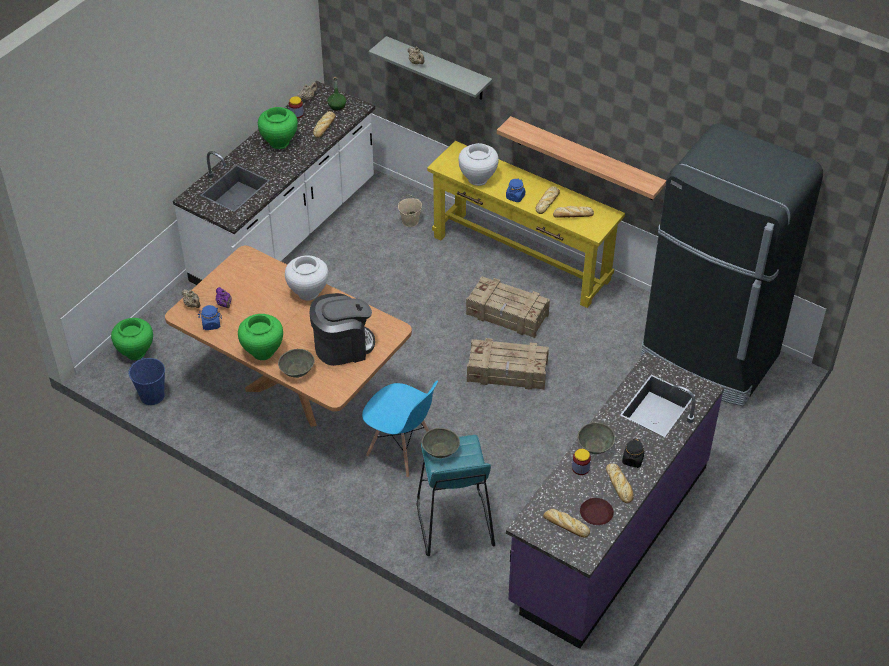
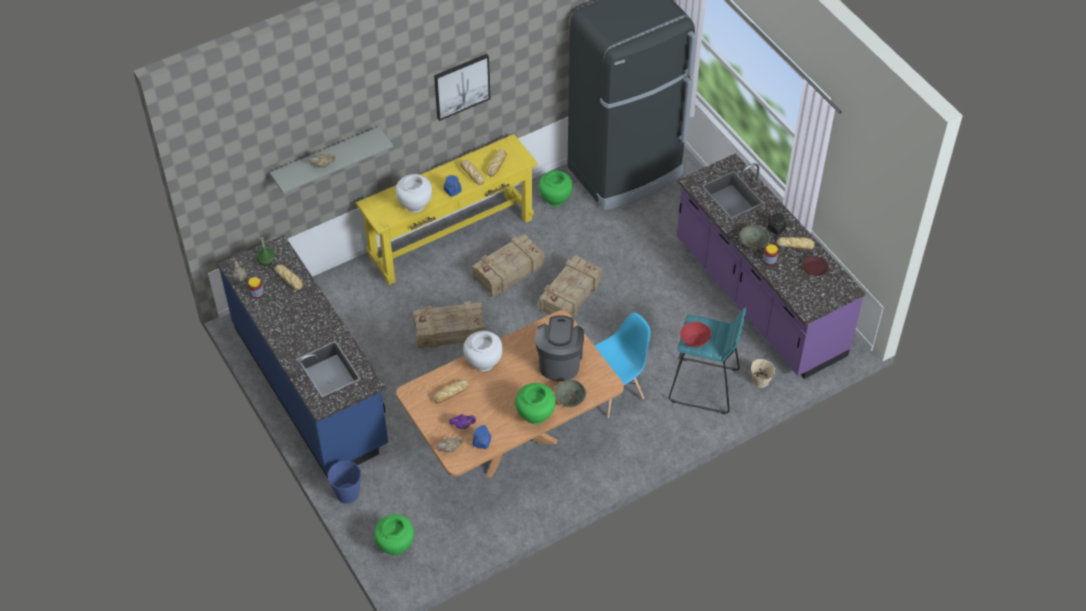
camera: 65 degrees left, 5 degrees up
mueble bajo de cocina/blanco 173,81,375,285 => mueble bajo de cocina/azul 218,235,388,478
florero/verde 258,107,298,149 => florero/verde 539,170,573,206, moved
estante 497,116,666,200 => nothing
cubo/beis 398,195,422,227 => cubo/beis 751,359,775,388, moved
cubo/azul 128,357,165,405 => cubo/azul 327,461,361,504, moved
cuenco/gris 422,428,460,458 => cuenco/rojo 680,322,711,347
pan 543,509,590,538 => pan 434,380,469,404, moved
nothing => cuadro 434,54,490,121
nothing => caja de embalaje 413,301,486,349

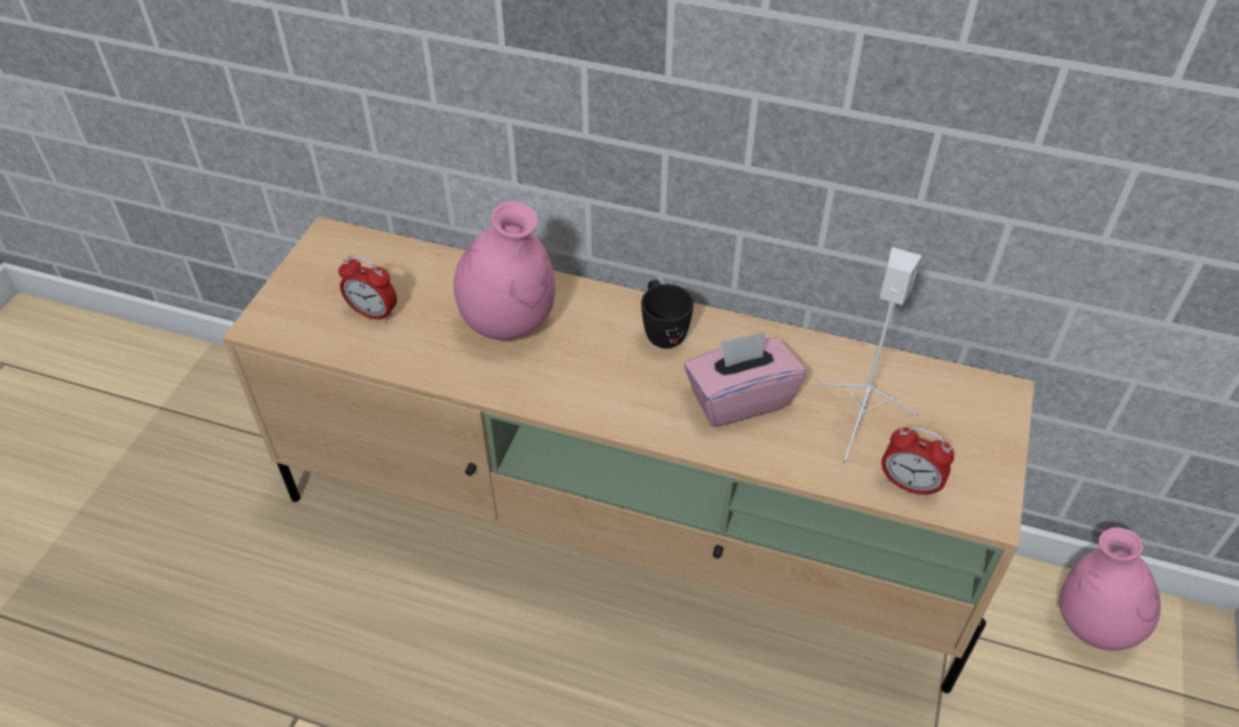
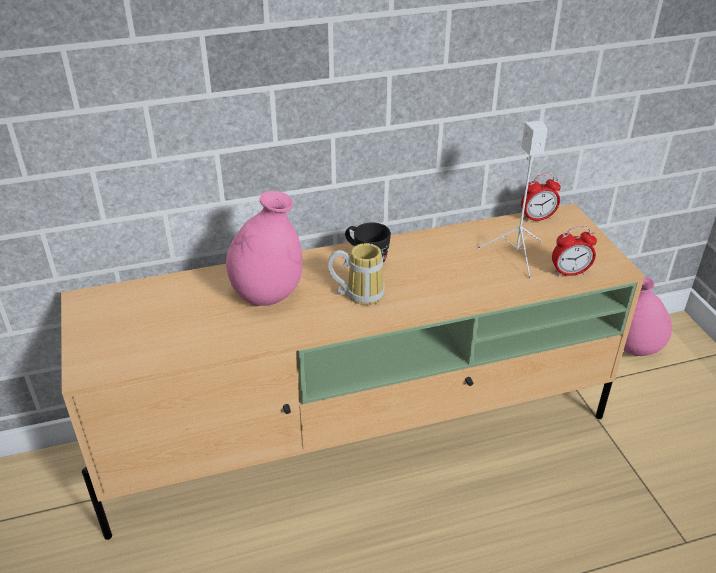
camera: 35 degrees left, 10 degrees down
despertador 338,255,397,322 => despertador 521,174,561,222, moved
caja de pañuelos/rosa 684,331,806,427 => nothing
nothing => taza grande 328,243,385,305

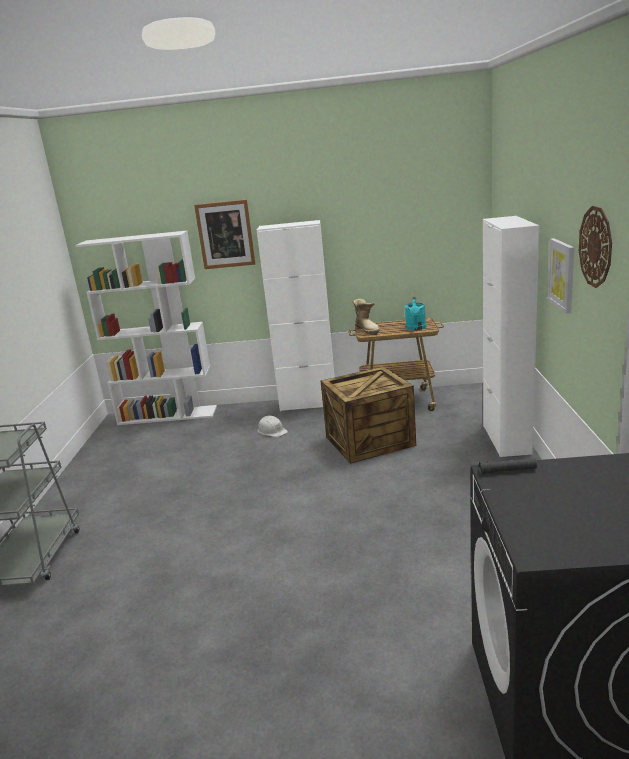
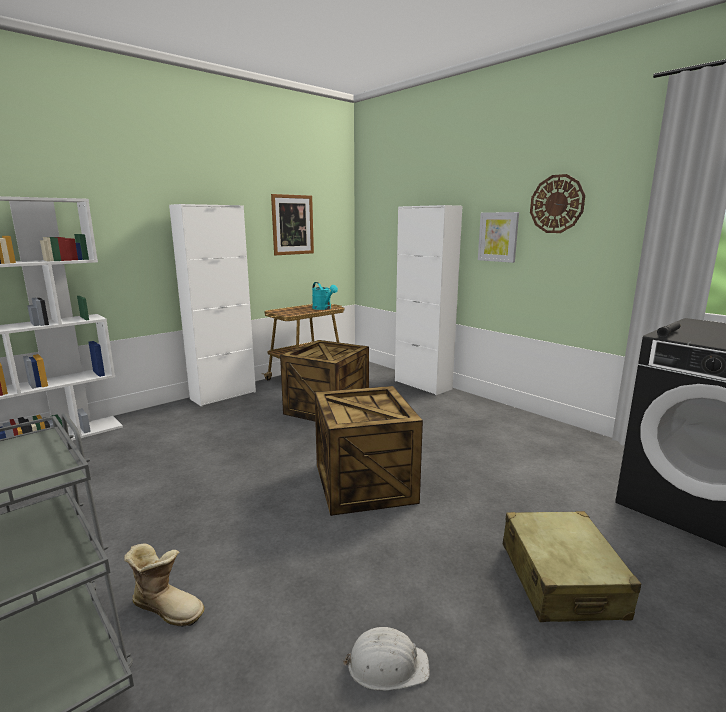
camera: 45 degrees left, 5 degrees down
cuadro 194,200,255,269 => cuadro 271,194,314,255, moved
bota 353,299,380,334 => bota 124,544,205,627, moved
casco/blanco 258,416,288,437 => casco/blanco 343,627,430,691, moved
nothing => caja de embalaje 315,386,423,516
nothing => maleta/beis 503,511,641,622

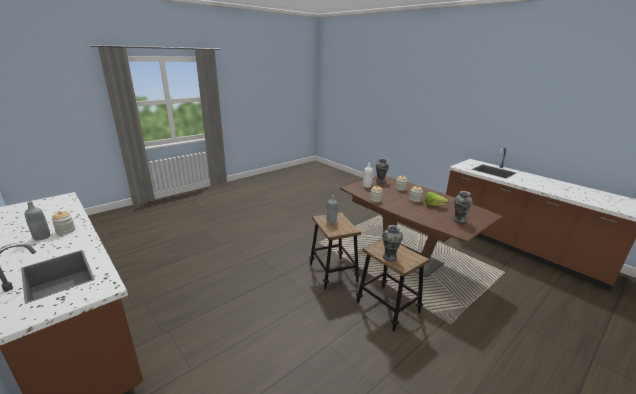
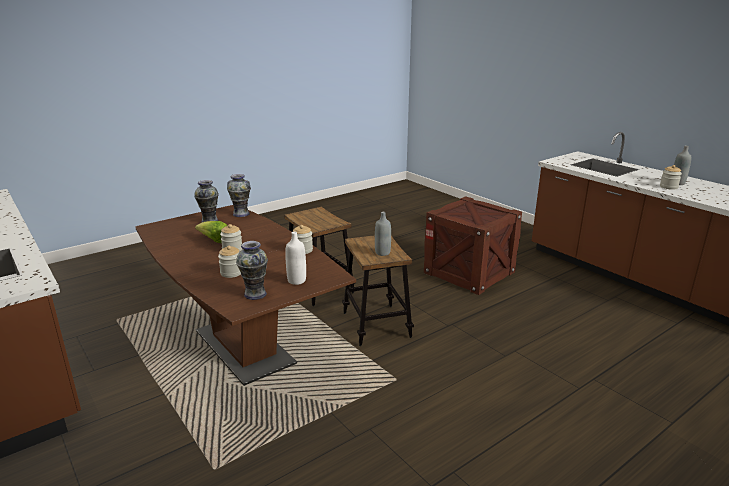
camera: 175 degrees left, 0 degrees up
florero 382,225,403,261 => florero 227,174,251,217, moved
nothing => caja de embalaje 424,196,522,295

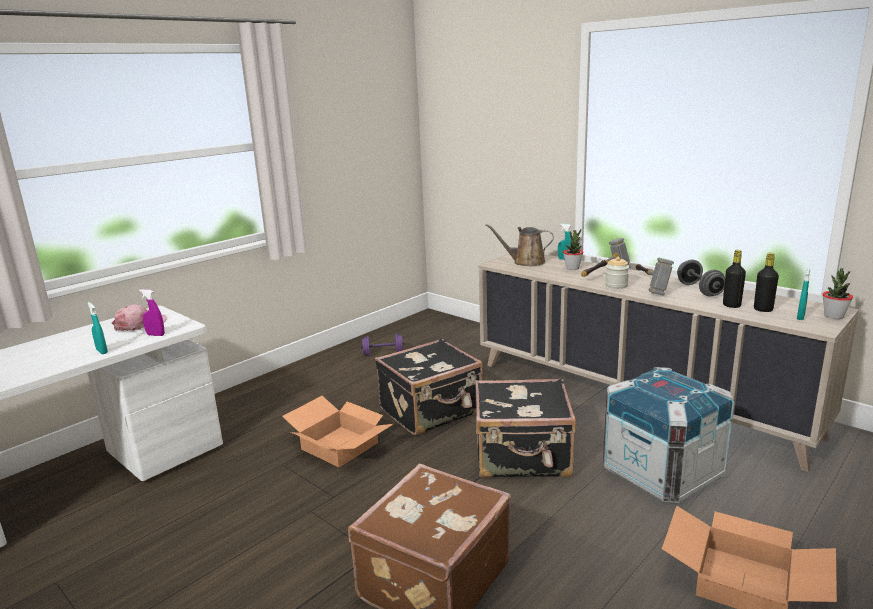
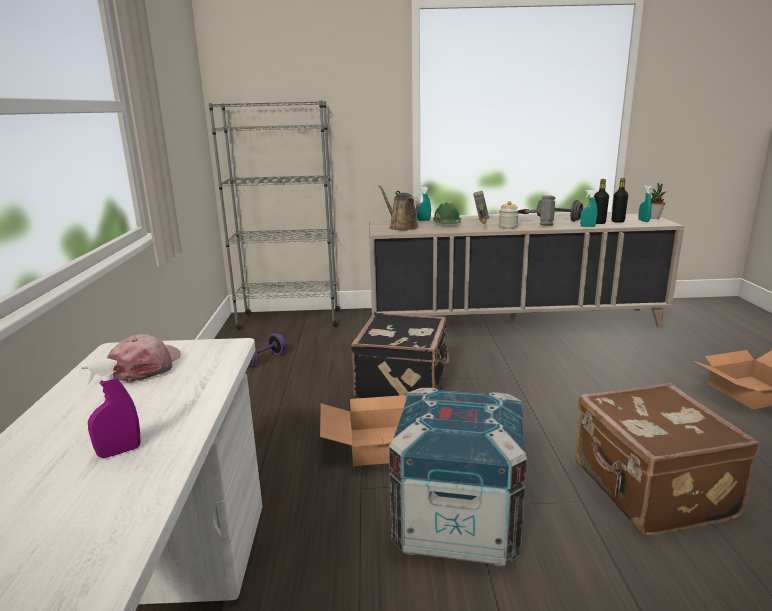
camera: 45 degrees left, 0 degrees up
regadera/marrón 485,224,554,266 => regadera/marrón 378,185,420,230, 90 degrees clockwise
planta en maceta 563,229,584,270 => casco/verde 433,203,461,224
pulverizador/morado 139,289,165,336 => pulverizador/morado 81,358,141,458, moved
pulverizador/turquesa 88,302,108,354 => pulverizador/turquesa 580,190,598,227, moved
caja de embalaje 603,367,735,504 => caja de embalaje 389,388,527,566, moved
maleta/negro 475,378,576,478 => nothing
nothing => estantería/gris 209,100,340,330

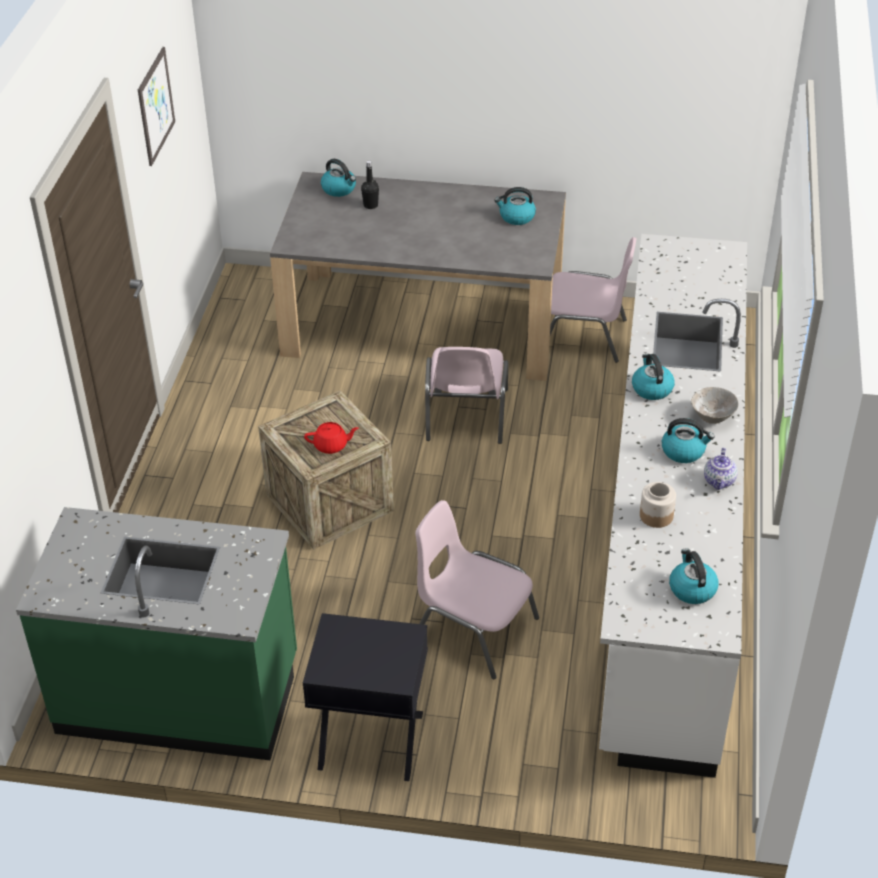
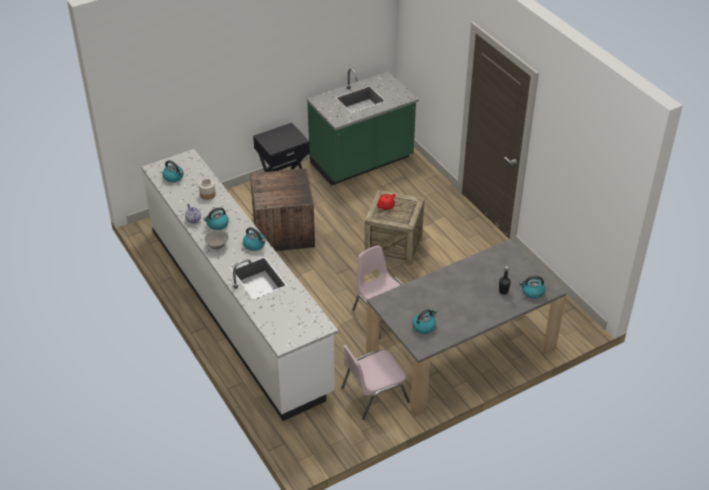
camera: 140 degrees right, 0 degrees up
cuadro 138,47,175,166 => nothing
silla/rosa 415,500,539,679 => caja de embalaje 250,168,315,251

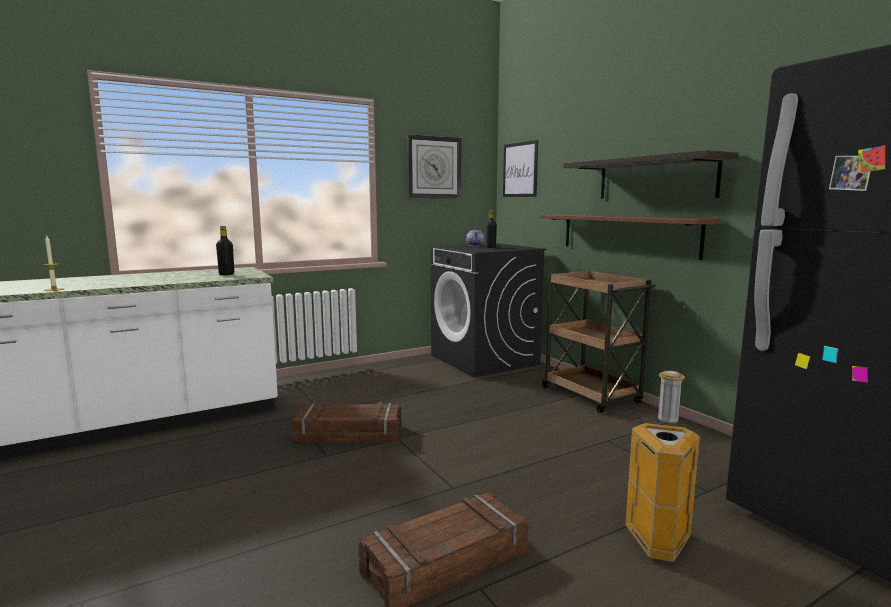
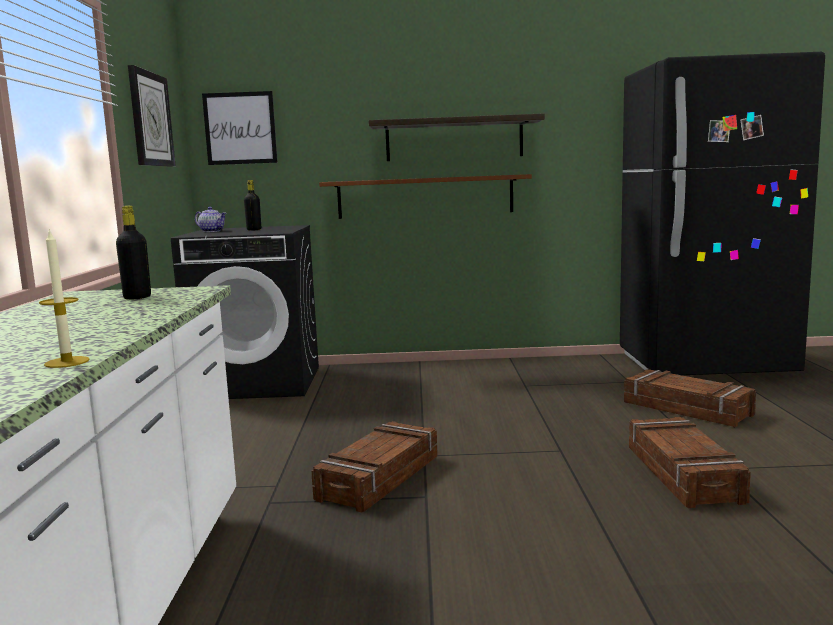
camera: 60 degrees left, 0 degrees up
carrito/marrón 540,270,656,413 => nothing
papelera 625,371,700,562 => caja de embalaje 624,369,756,427

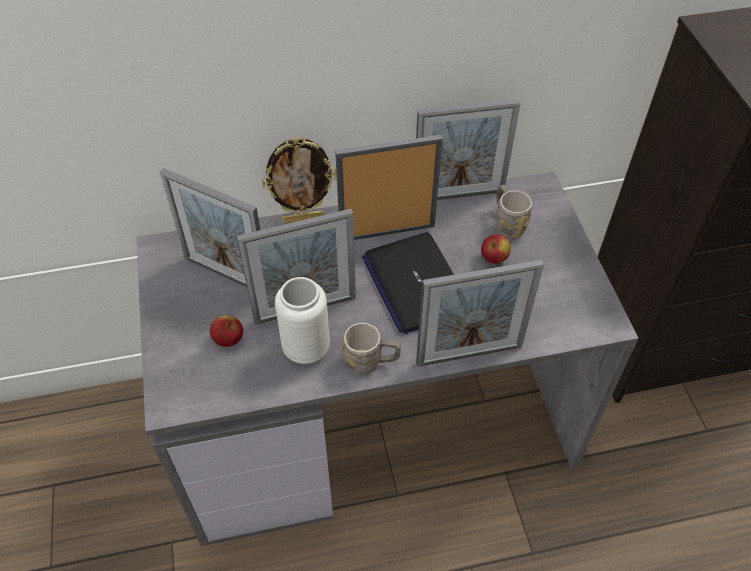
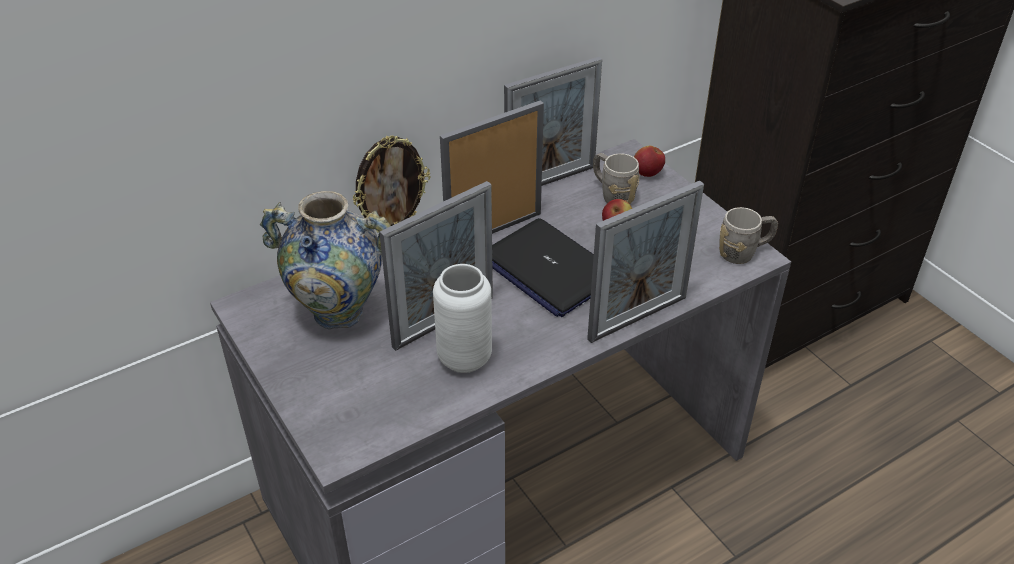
camera: 20 degrees left, 10 degrees down
portarretratos 160,168,260,287 => florero 260,191,391,329
manzana 209,315,243,347 => manzana 634,146,665,177, moved
taza grande/gris 341,323,401,375 => taza grande/gris 719,207,778,264, moved

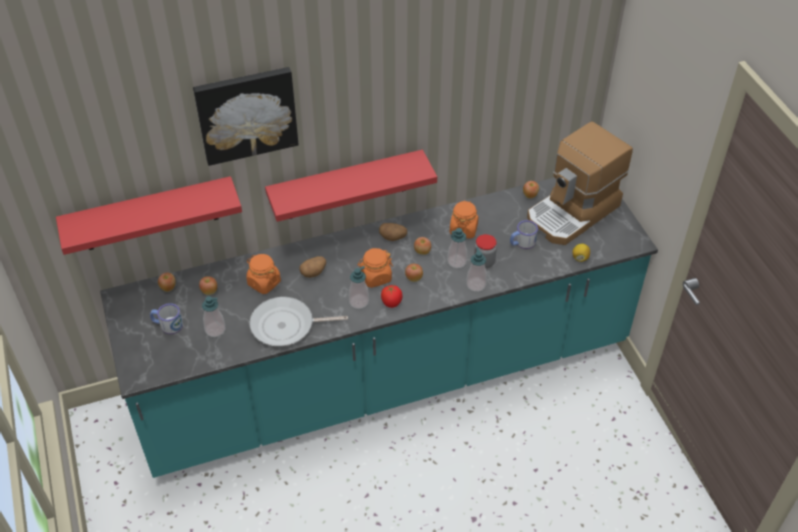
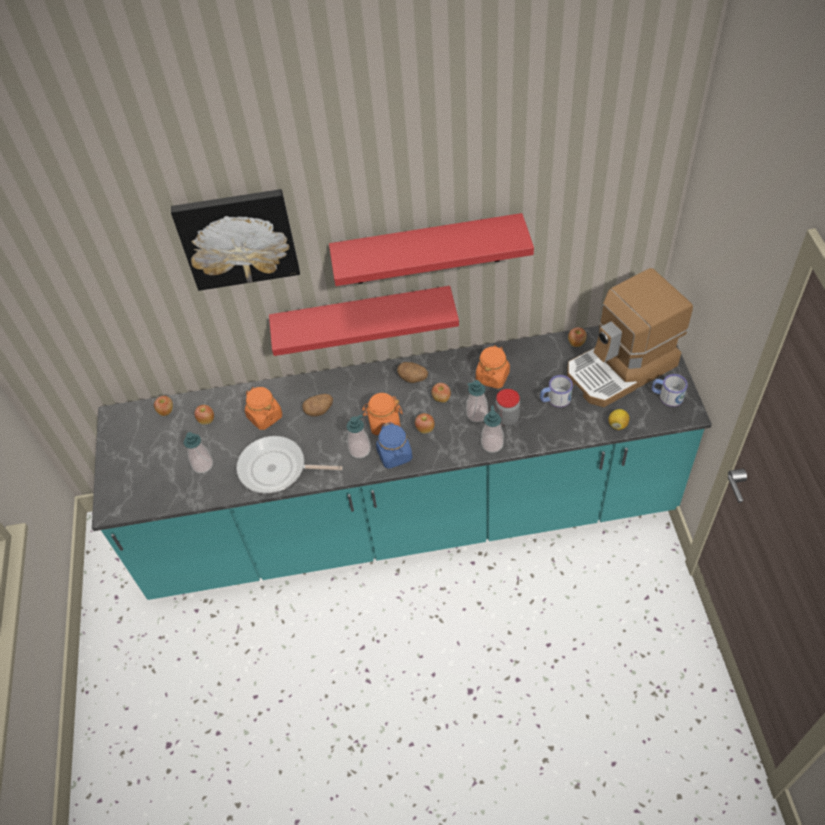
camera: 15 degrees right, 5 degrees up
estante/rojo 56,176,242,255 => estante/rojo 329,213,534,286, moved
tomate 381,285,402,308 => tarro/azul 376,422,412,469
taza grande 150,303,183,334 => taza grande 652,374,688,407, moved

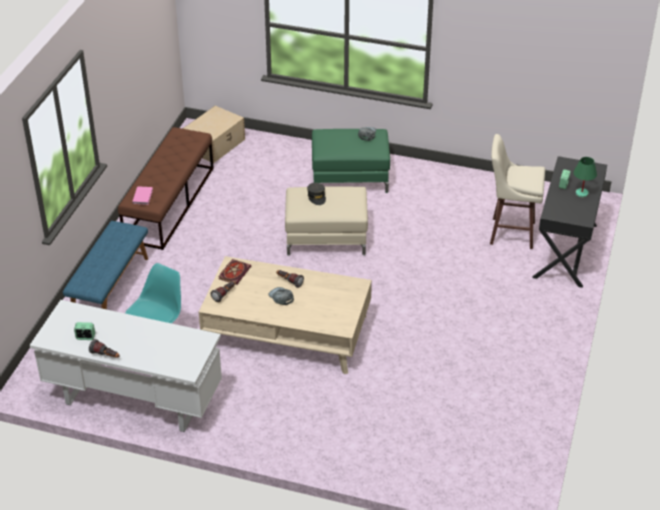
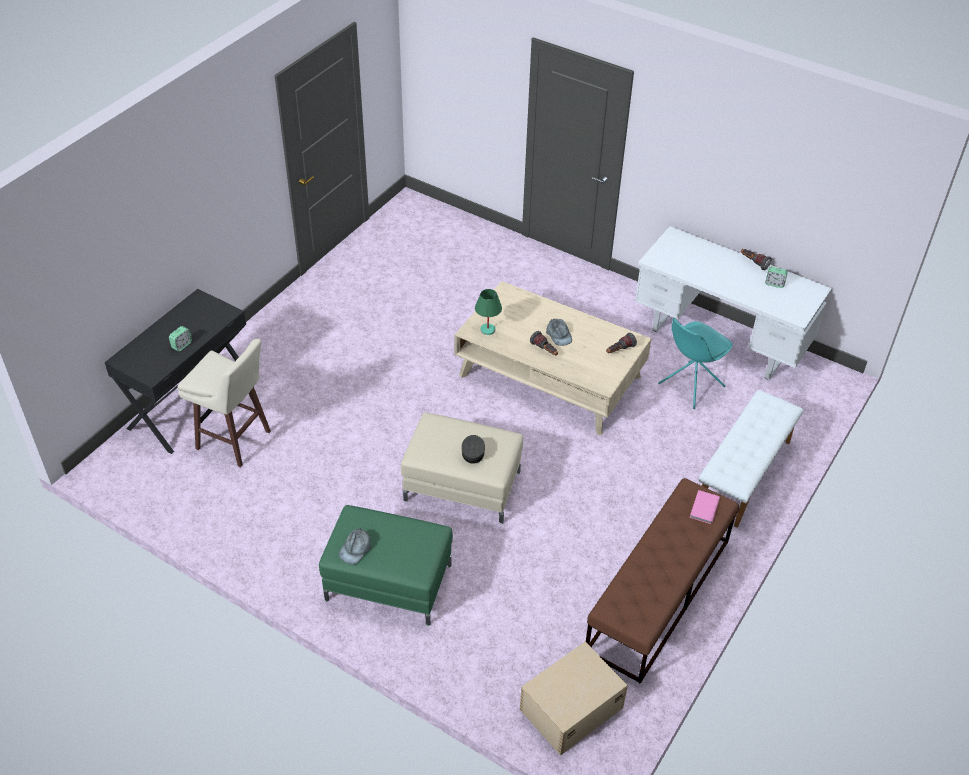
camera: 165 degrees left, 5 degrees up
lámpara de mesa/verde 573,157,597,198 => lámpara de mesa/verde 475,289,502,335, moved
banco/azul 63,221,148,310 => banco/blanco 699,390,804,527
libro 218,259,251,285 => nothing

